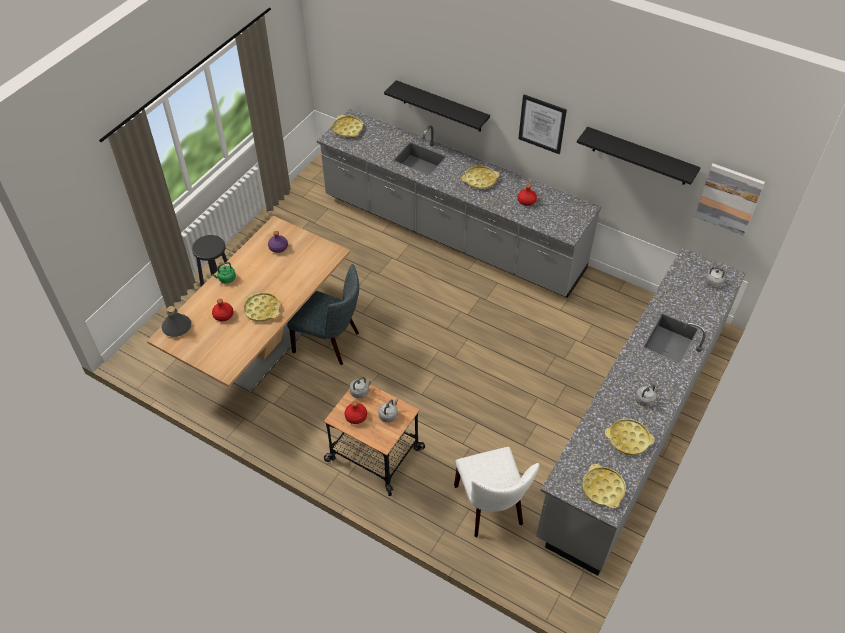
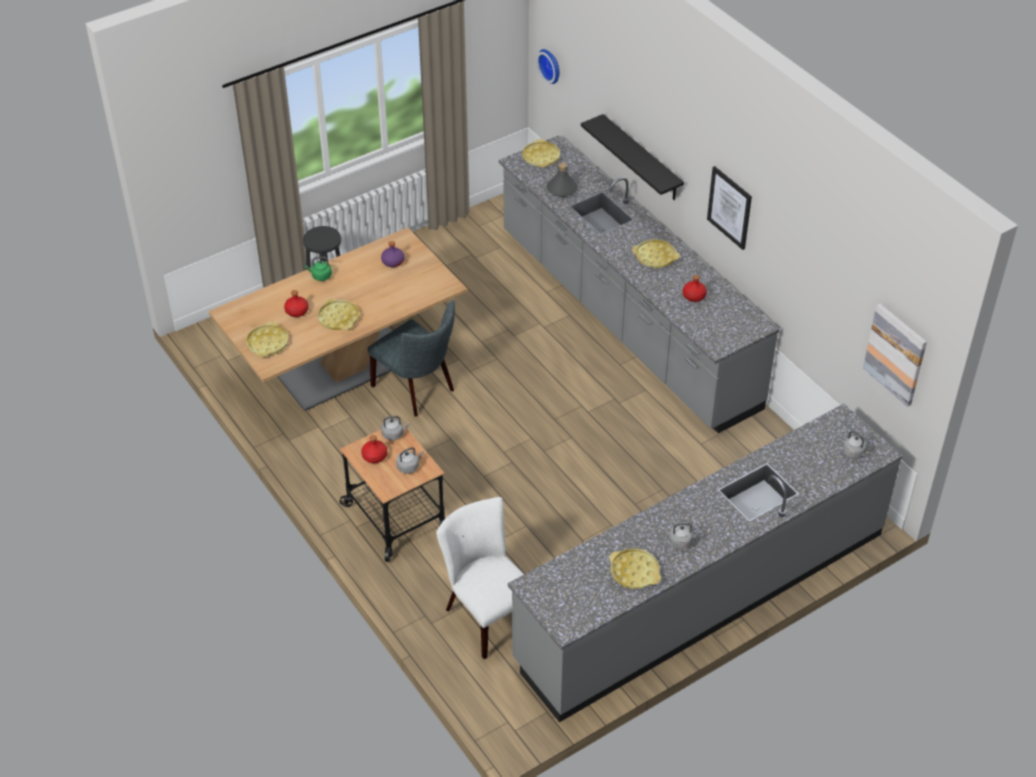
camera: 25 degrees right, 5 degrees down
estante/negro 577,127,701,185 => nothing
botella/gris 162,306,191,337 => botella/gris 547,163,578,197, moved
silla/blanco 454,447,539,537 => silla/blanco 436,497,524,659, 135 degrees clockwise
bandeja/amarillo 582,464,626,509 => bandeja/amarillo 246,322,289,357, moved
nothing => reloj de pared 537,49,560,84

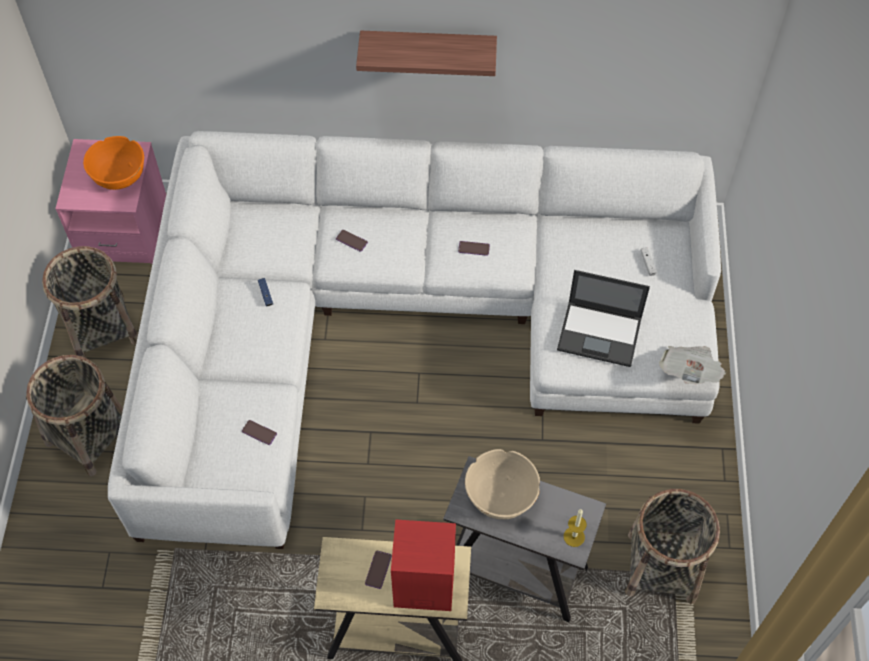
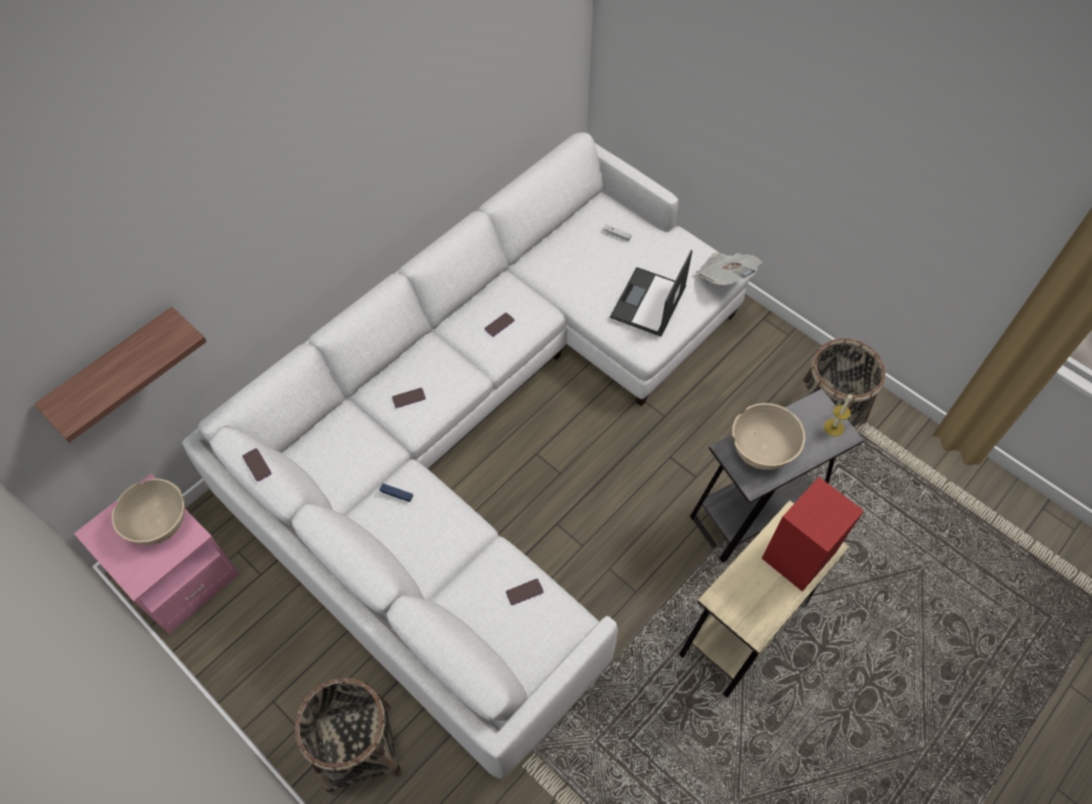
camera: 50 degrees left, 0 degrees up
estante 356,31,497,76 => estante 34,307,207,443, moved
cuenco/naranja 83,136,144,190 => cuenco/beis 112,479,185,545
cesta 42,246,138,358 => nothing
portátil 557,270,650,367 => portátil 610,250,692,336, 150 degrees clockwise
móvil 365,550,392,589 => móvil 243,448,272,482, moved

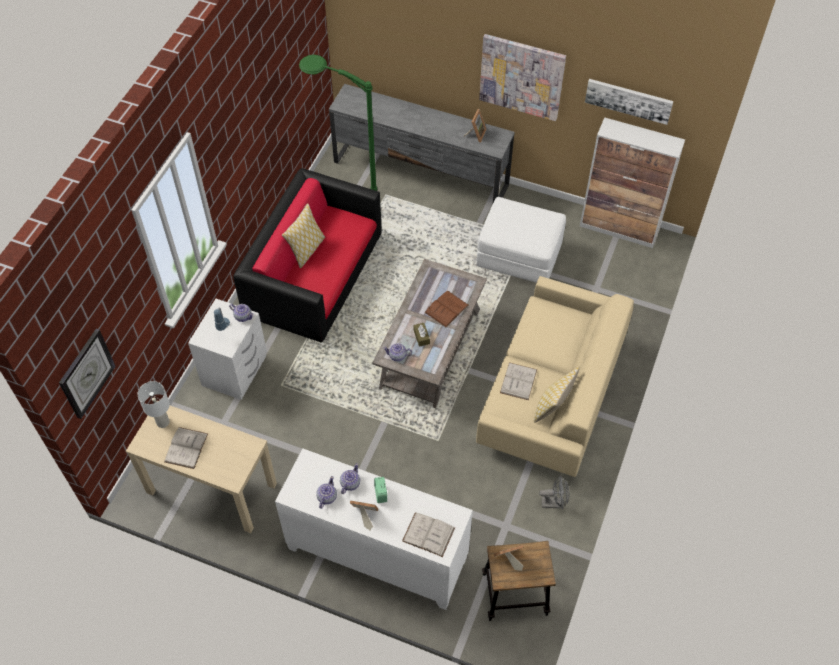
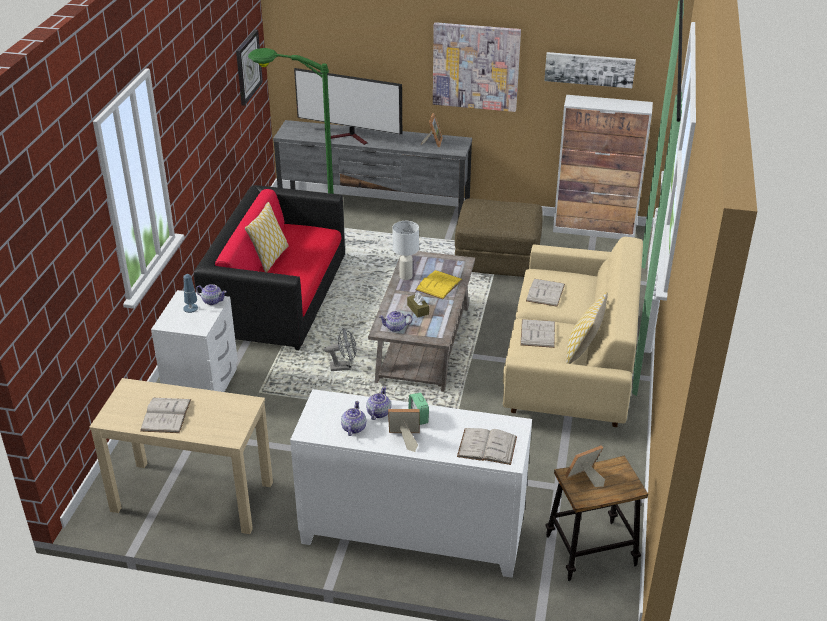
camera: 10 degrees left, 20 degrees down
puf/blanco 476,197,566,283 => puf/marrón 455,199,543,277
libro/marrón 425,291,469,327 => libro/amarillo 416,270,463,299
reloj de pared 59,329,116,419 => reloj de pared 236,29,263,106, moved
lámpara de mesa/blanco 138,381,170,428 => lámpara de mesa/blanco 392,221,419,280, moved
ventilador/gris 539,476,570,509 => ventilador/gris 324,328,356,371, moved
nothing => televisor 294,68,402,145
nothing => libro/blanco 526,279,565,307

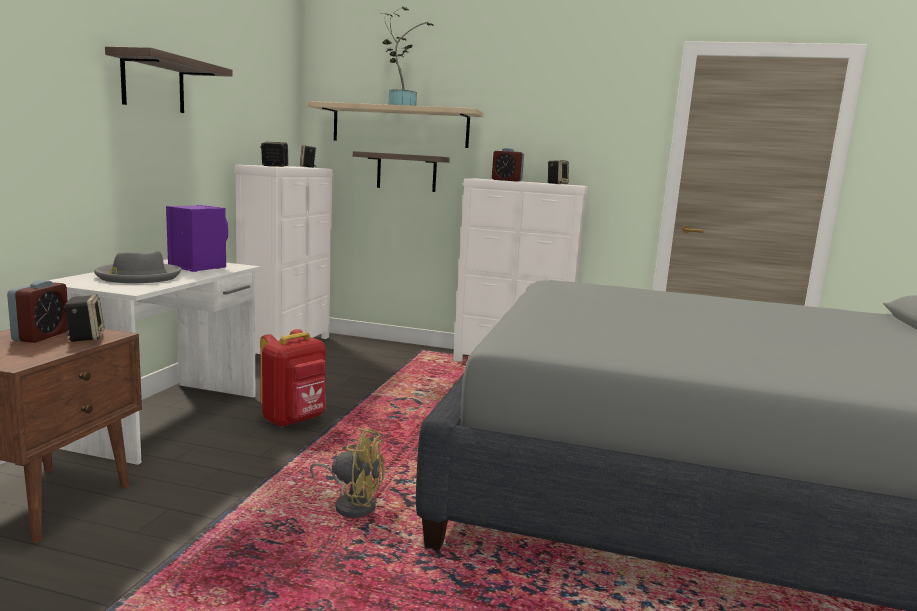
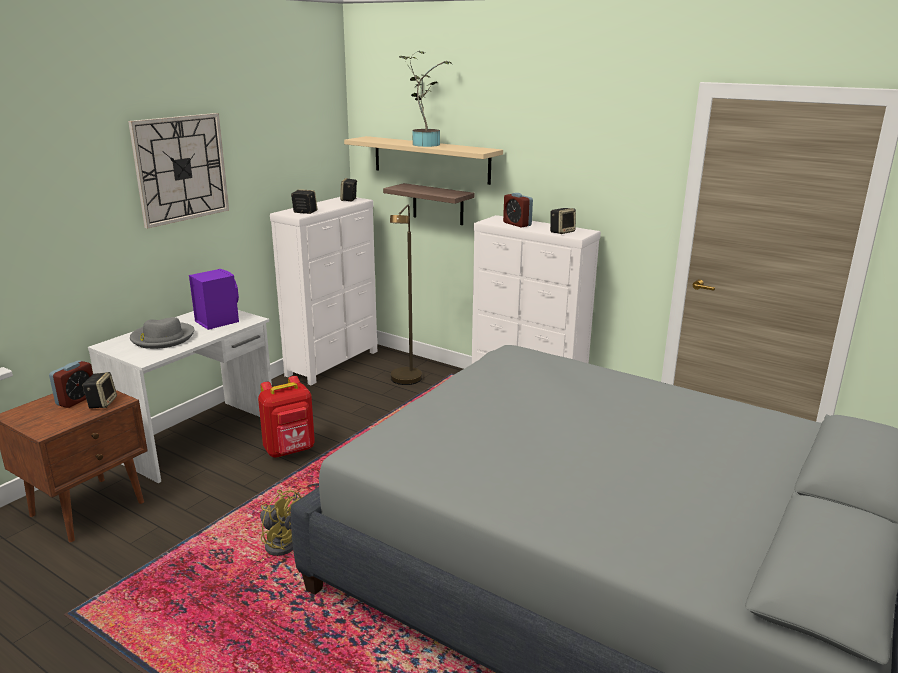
camera: 20 degrees right, 10 degrees up
estante 105,47,233,113 => reloj de pared 128,113,229,229
nothing => lámpara de pie/marrón 390,205,422,385

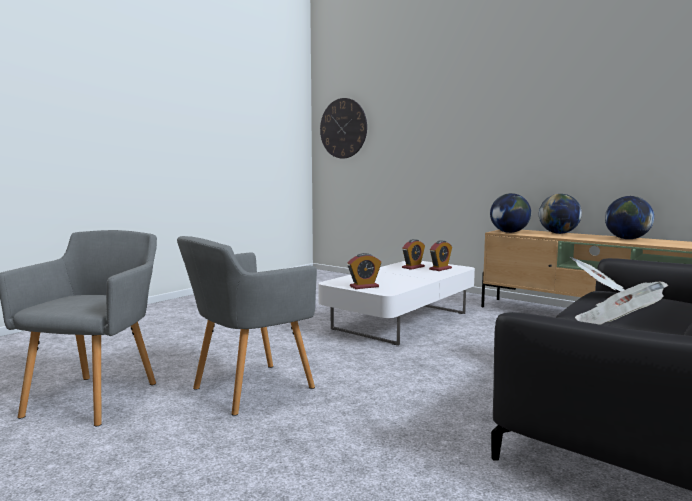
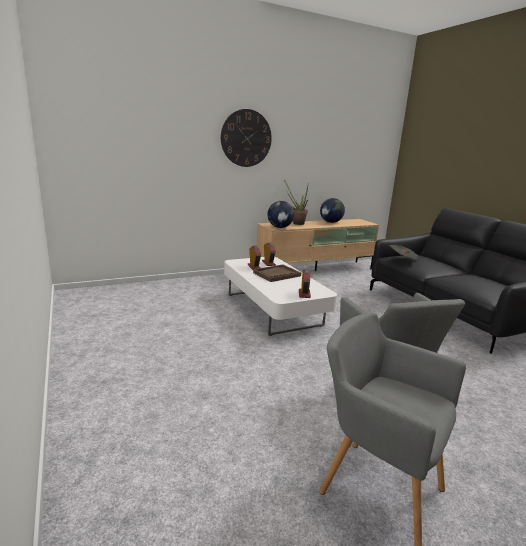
camera: 65 degrees left, 10 degrees up
reloj de pared 320,98,367,159 => reloj de pared 221,109,272,167, moved
globo terráqueo 539,194,582,234 => planta en maceta 284,179,308,225
periódico 575,282,668,325 => nothing
nothing => bandeja/marrón 253,265,301,282

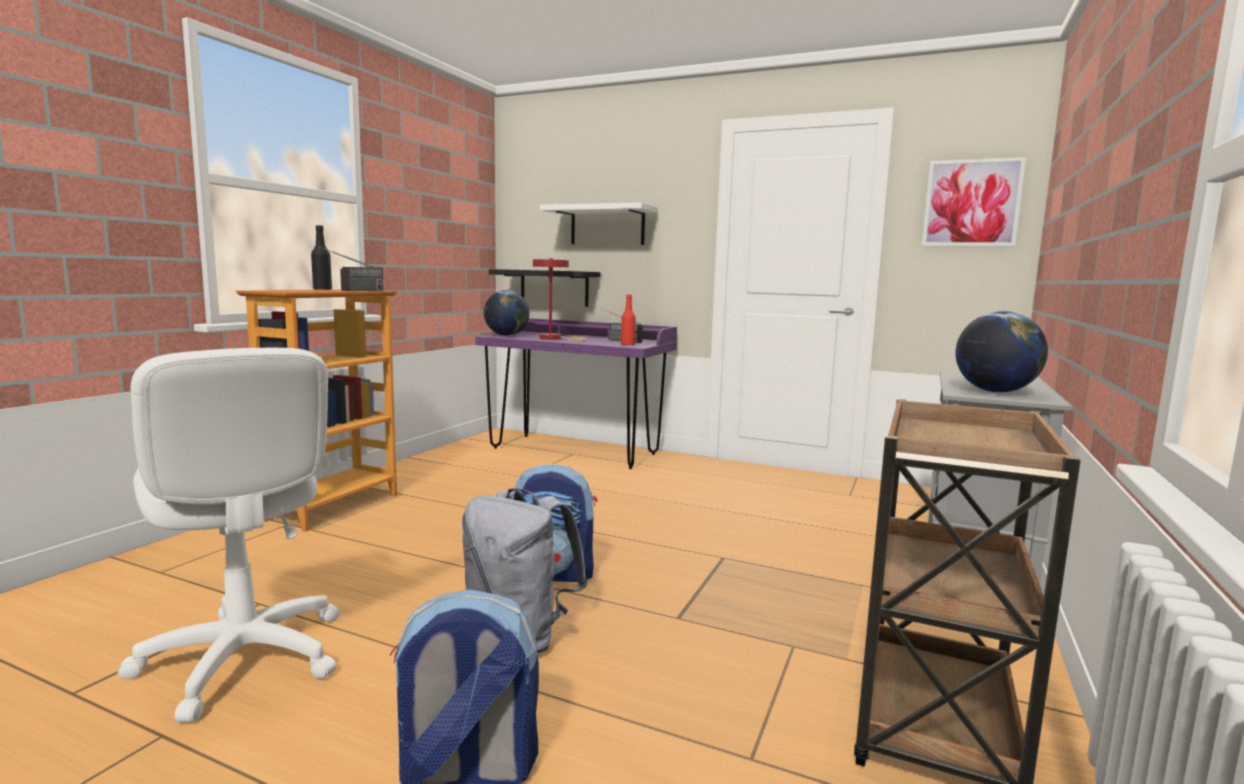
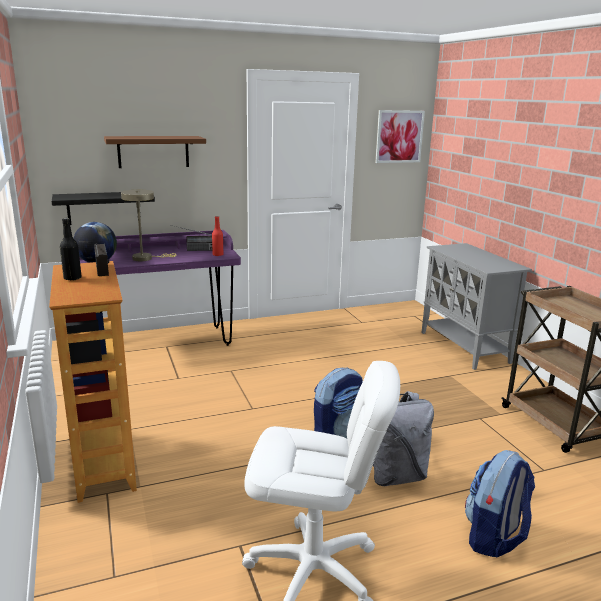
camera: 45 degrees left, 10 degrees up
estante/blanco 540,203,658,245 => estante/marrón 104,136,206,168
lámpara de mesa/rojo 533,258,586,341 => lámpara de mesa/beis 121,190,176,261
globo terráqueo 955,311,1048,393 => nothing

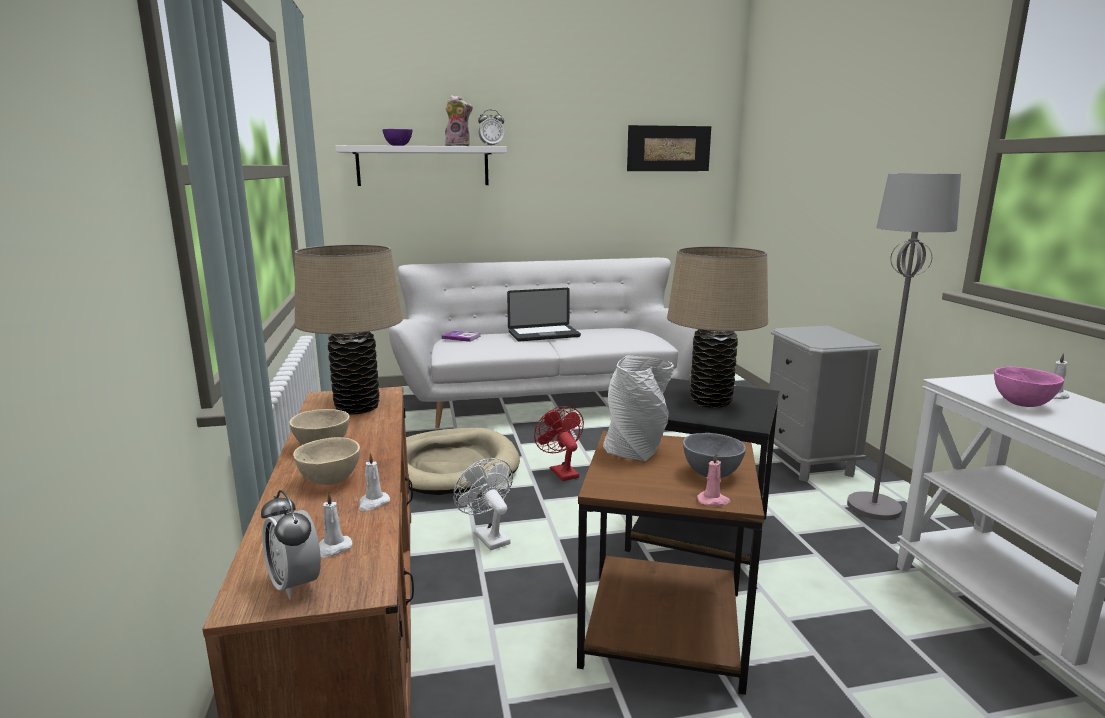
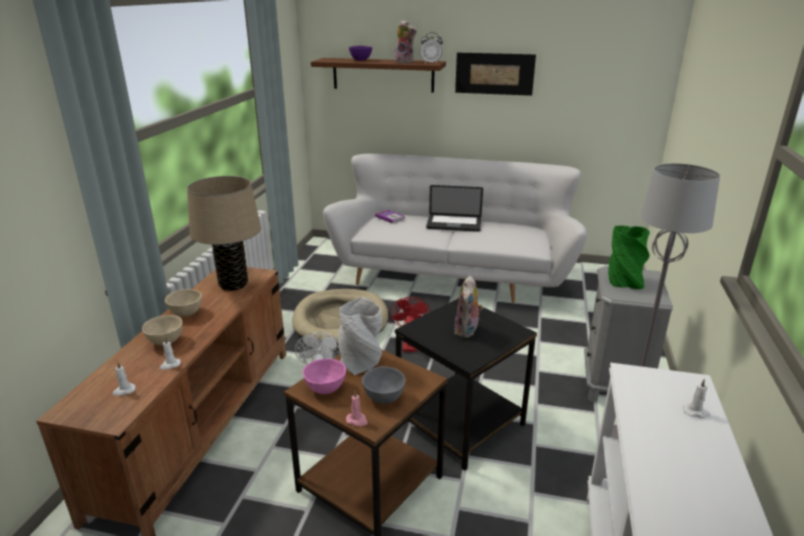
camera: 25 degrees right, 10 degrees up
cuadro 627,125,711,171 => cuadro 455,53,536,96, moved
estante/blanco 336,145,507,186 => estante/marrón 311,58,446,92
lámpara de mesa/beis 667,246,768,408 => peluche 455,275,483,338
cuenco/rosa 994,367,1064,407 => cuenco/rosa 303,359,346,394, moved
despertador 261,490,321,600 => nothing
nothing => florero/verde 608,226,650,289

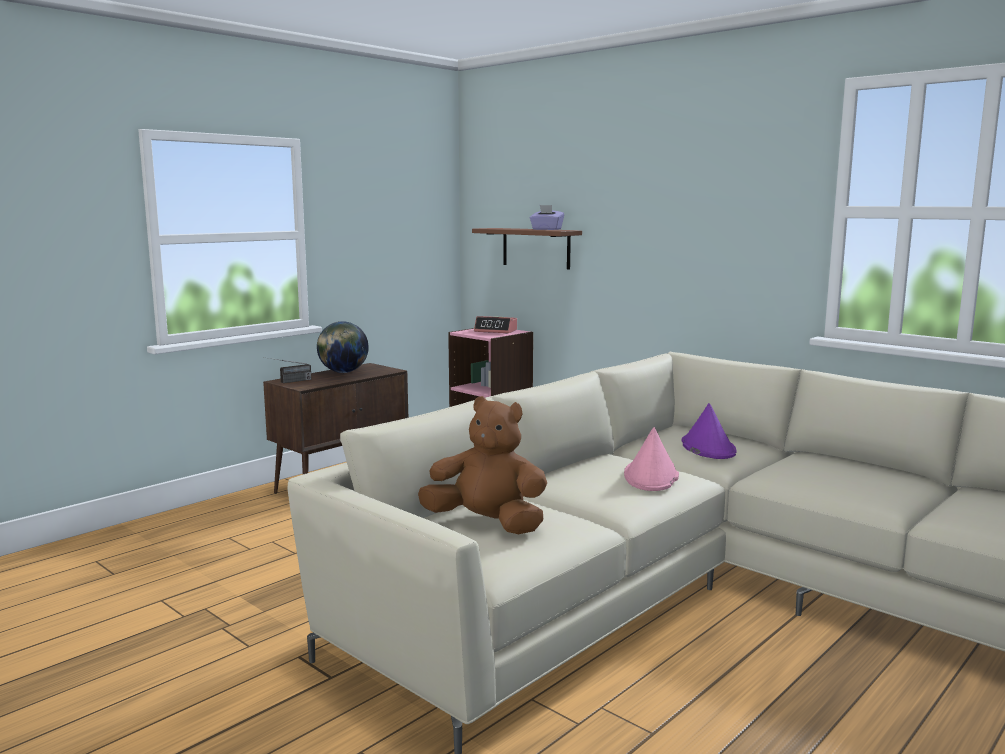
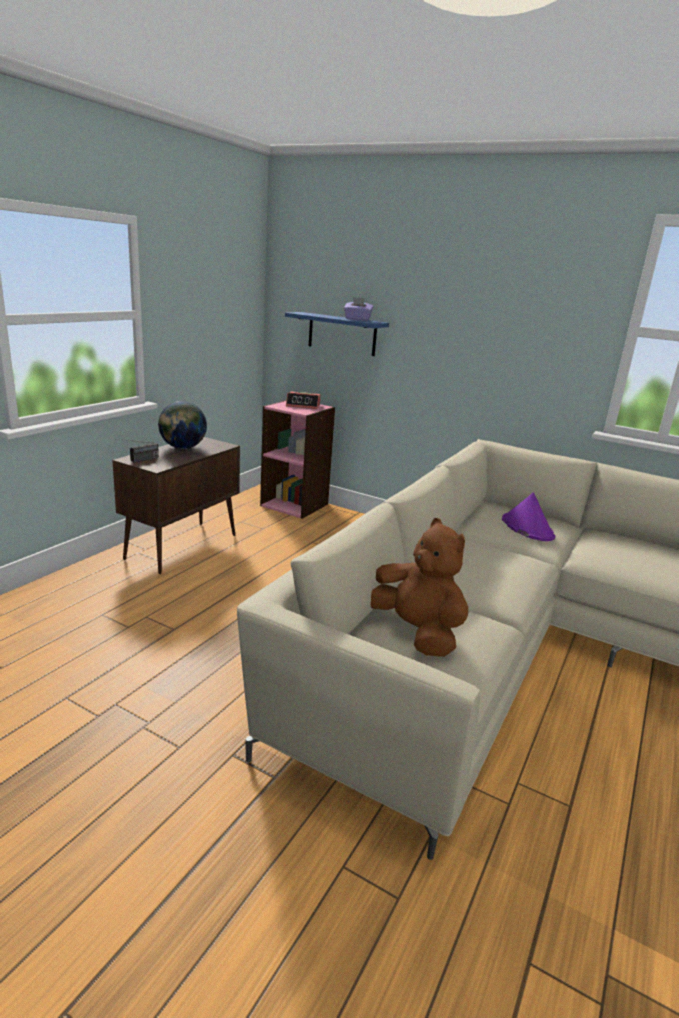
camera: 15 degrees left, 10 degrees up
estante/marrón 472,228,582,269 => estante/azul 285,312,389,356
peluche/marrón 418,396,547,534 => peluche/marrón 371,518,468,657, 45 degrees clockwise
sombrero/rosa 624,427,679,491 => nothing

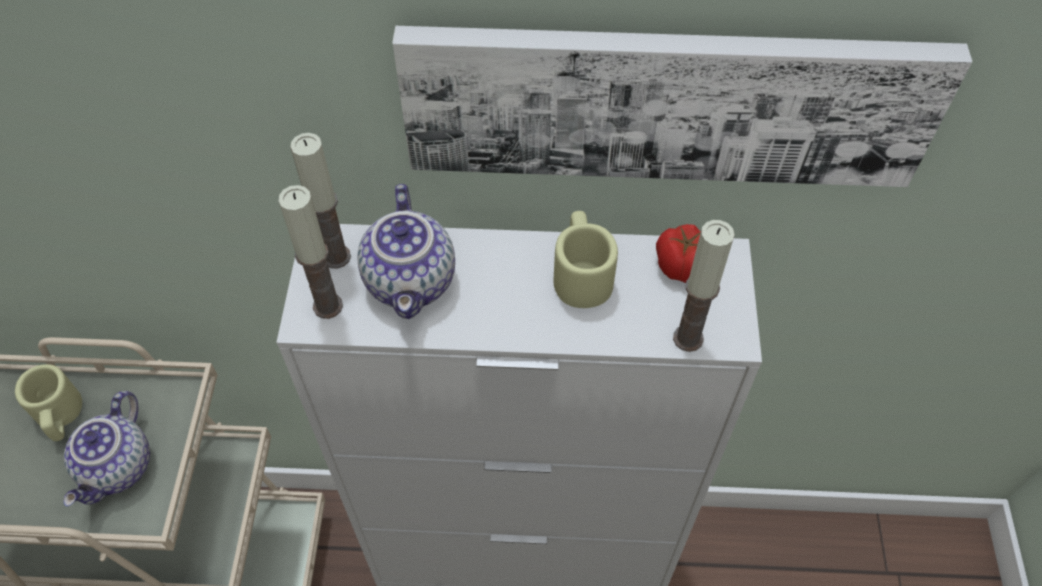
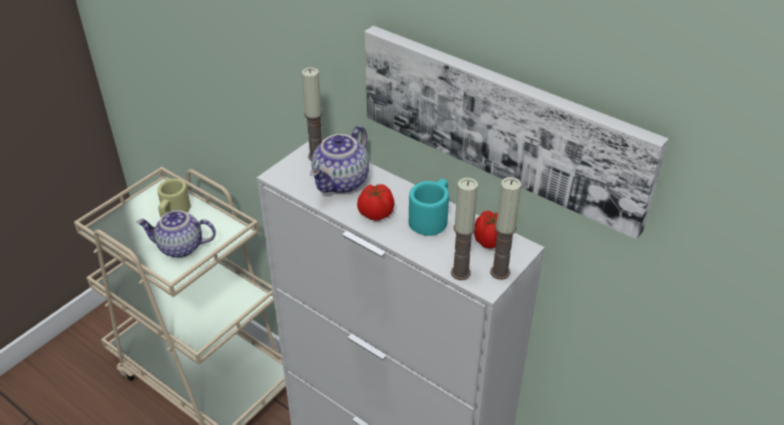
camera: 35 degrees right, 15 degrees down
vela 278,185,343,319 => vela 490,177,522,280, moved
taza grande/beis 553,211,618,308 => taza grande/turquesa 409,179,449,236
tetera 64,391,150,507 => tetera 136,210,216,258, 45 degrees clockwise
nothing => tomate 357,184,395,221

